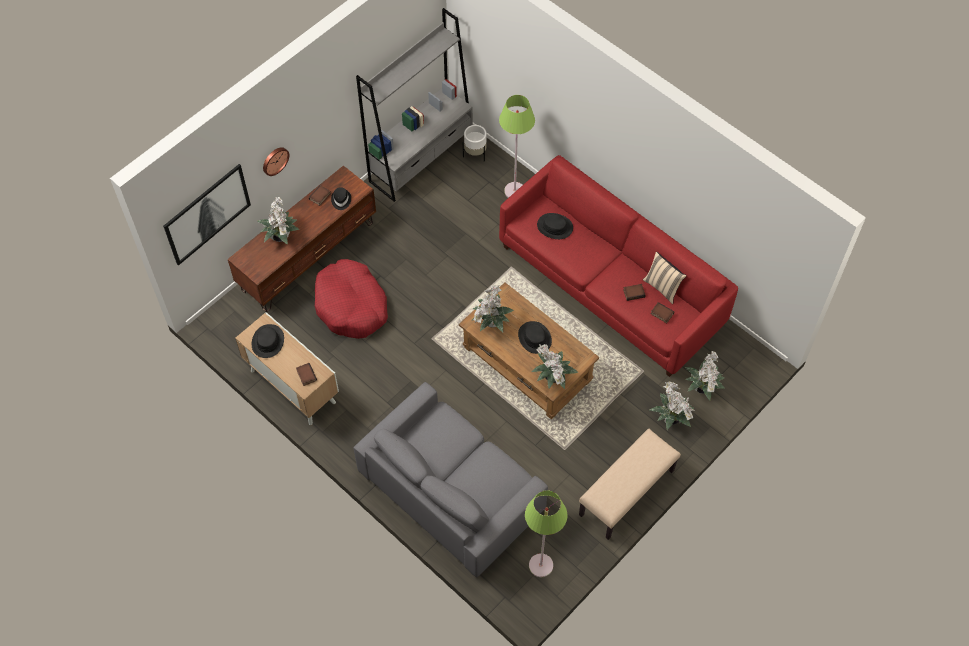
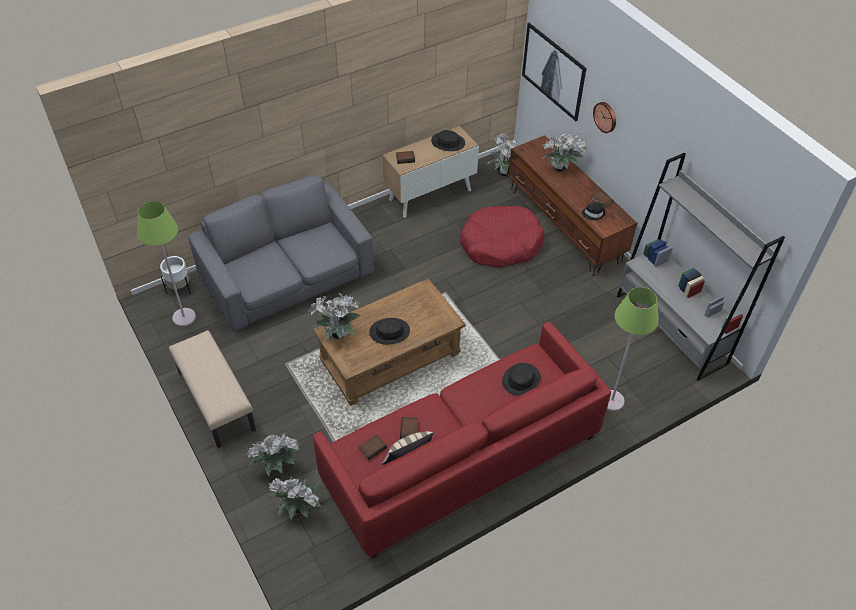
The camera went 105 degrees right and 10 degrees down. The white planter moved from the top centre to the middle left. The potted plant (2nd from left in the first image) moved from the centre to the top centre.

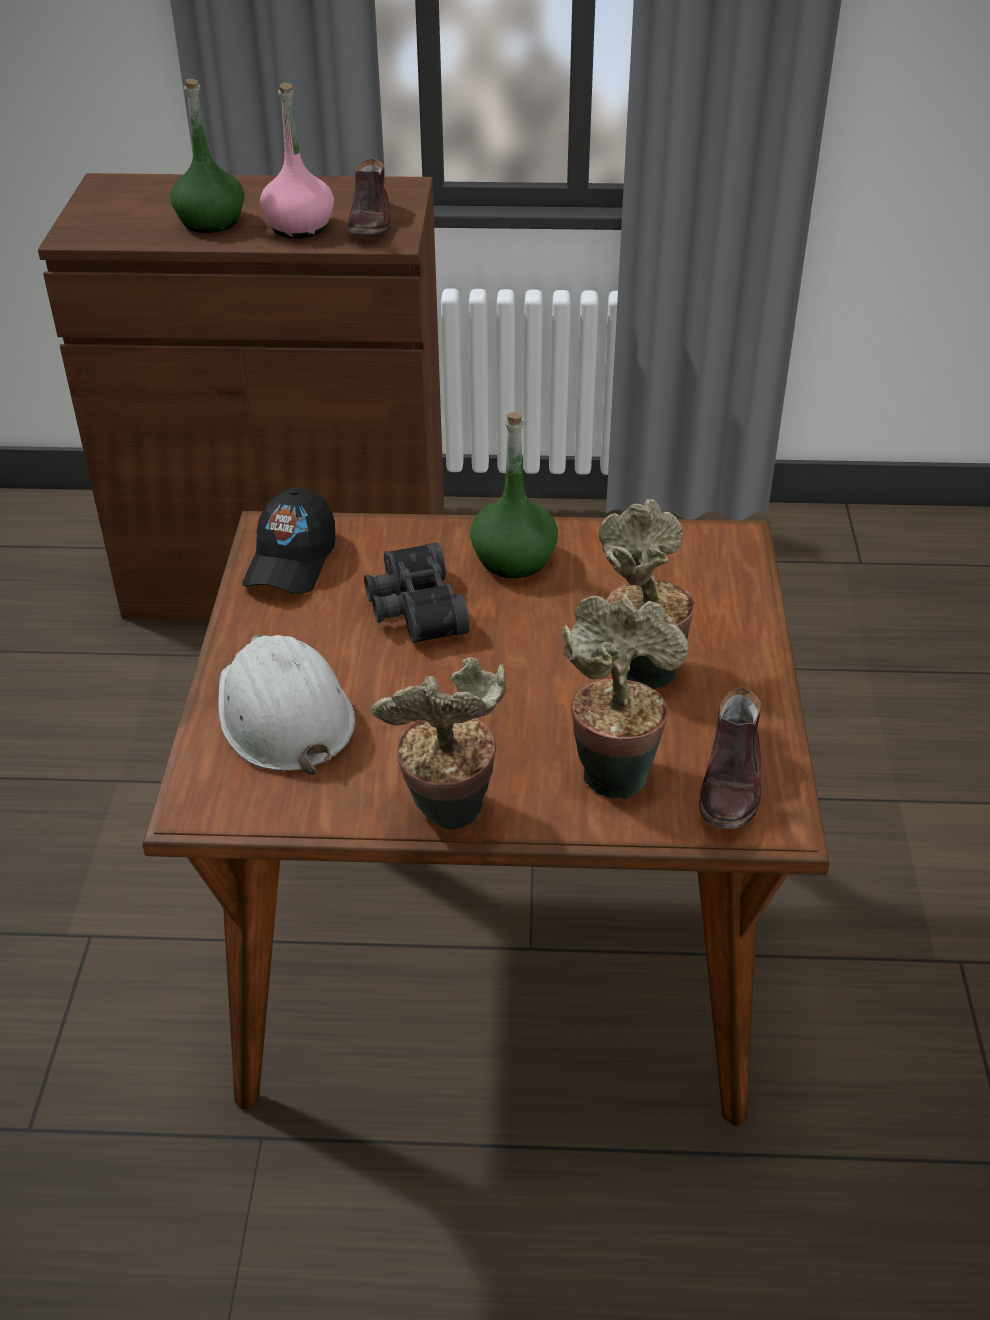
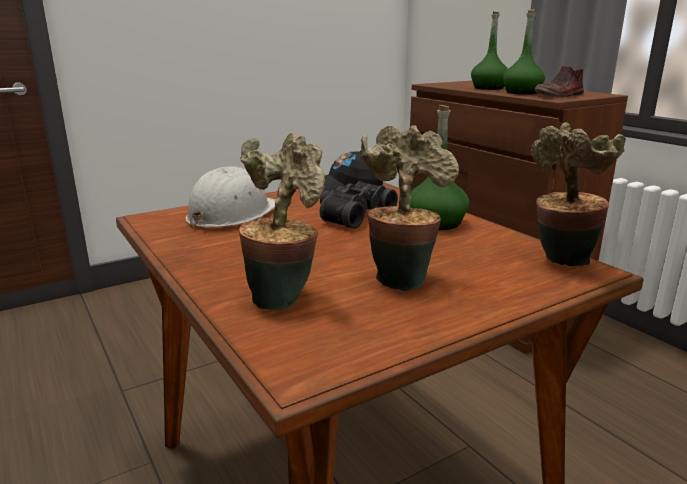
The camera went 55 degrees right and 20 degrees down. The pink bottle at the top left became the green bottle (3rd from left) at the top right. The potted plant (1st from left in the first image) moved from the centre to the middle right. The brown shoe (2nd from left) at the middle right disappeared.

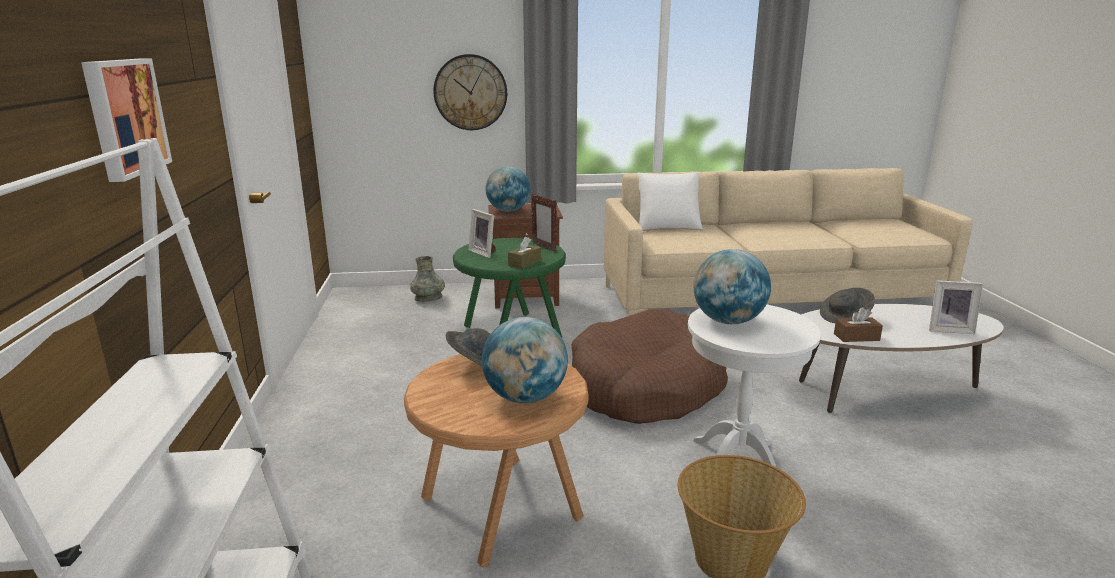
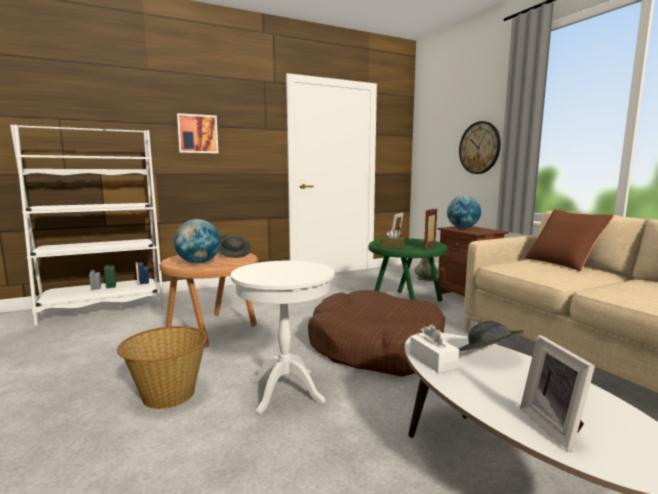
The camera went 70 degrees right and 10 degrees down. The white pillow at the centre became the brown pillow at the middle right. The globe (3rd from left) at the centre disappeared. The brown tissue box (2nd from left) at the middle right became the white tissue box at the bottom centre.

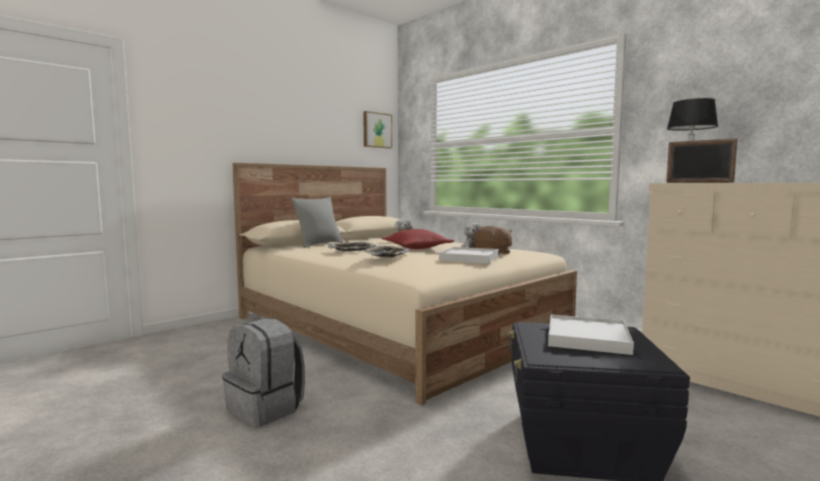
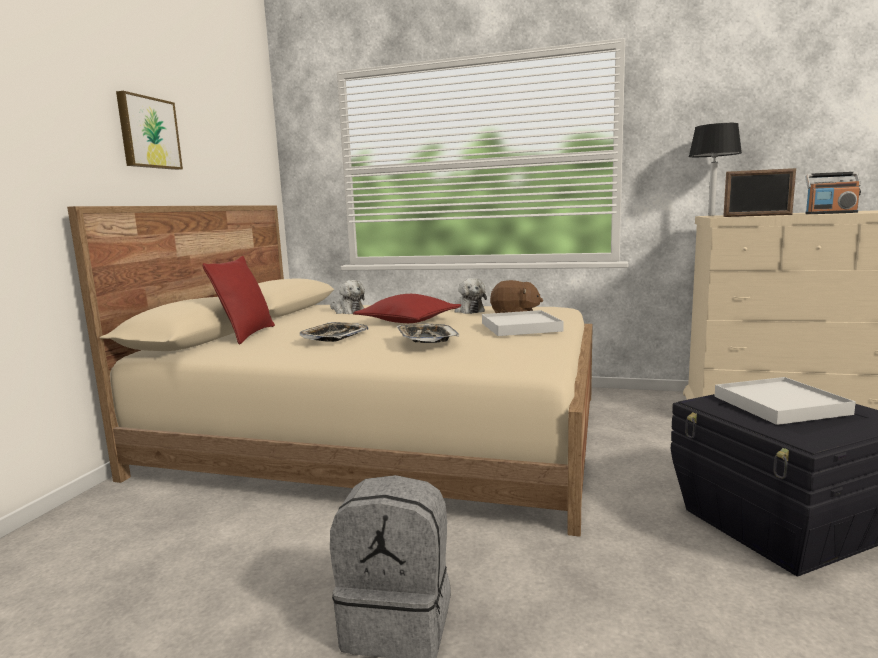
The camera went 30 degrees left and 5 degrees up. The picture moved from the top centre to the top left. The grey pillow at the centre became the red pillow (1st from left) at the middle left. The radio at the top right appeared.

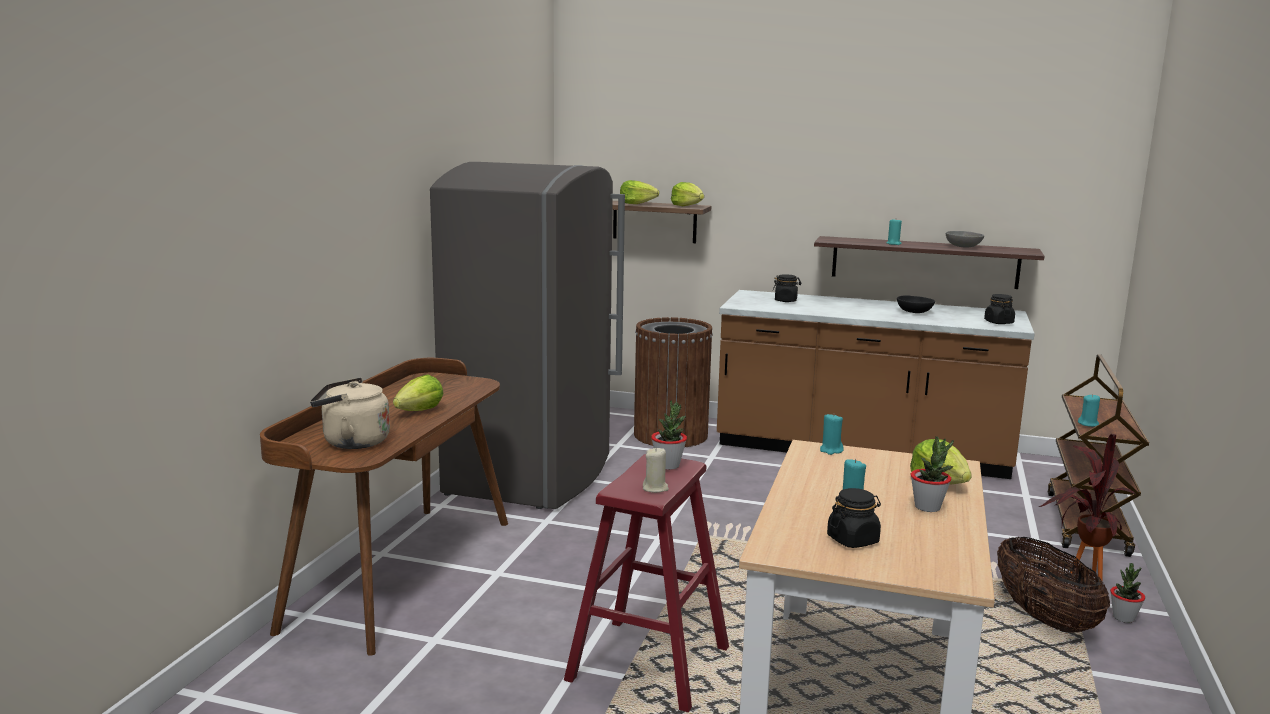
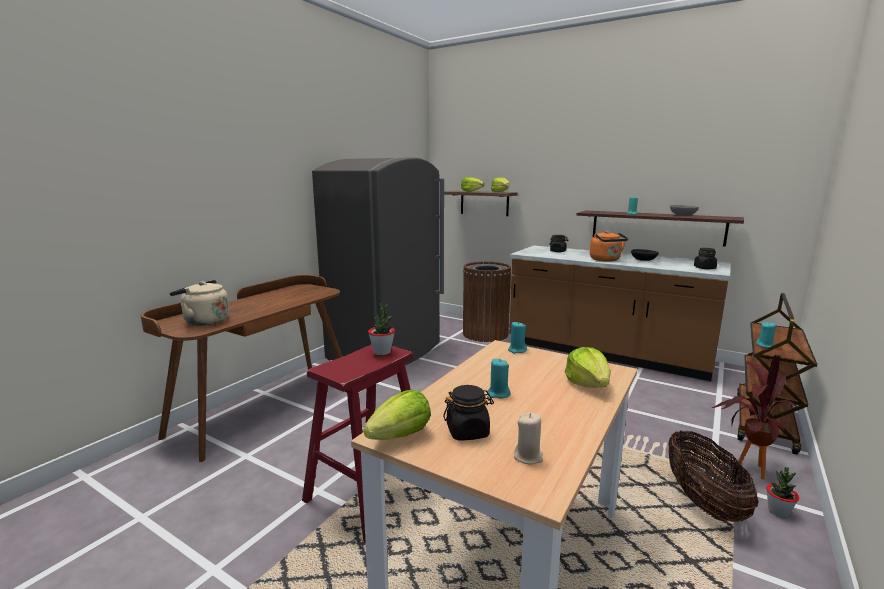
The camera went 15 degrees right and 0 degrees up. The lettuce (1st from left) moved from the middle left to the bottom centre. The potted plant (2nd from left) at the middle right disappeared. The beige candle moved from the centre to the bottom centre. The orange kettle at the middle right appeared.

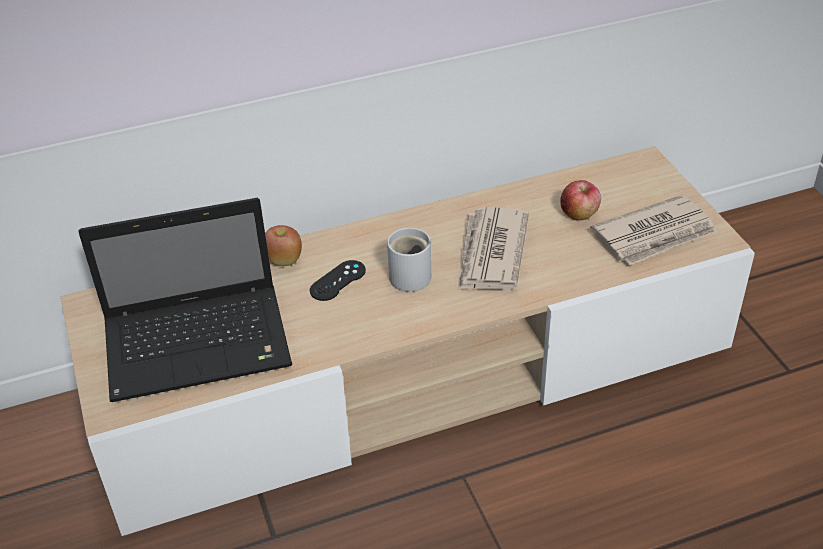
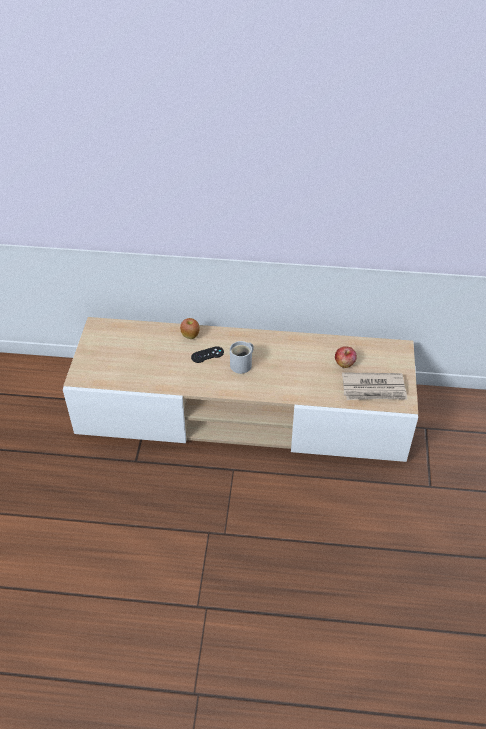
The camera went 25 degrees right and 5 degrees up. The laptop at the middle left disappeared. The newspaper (1st from left) at the centre disappeared.

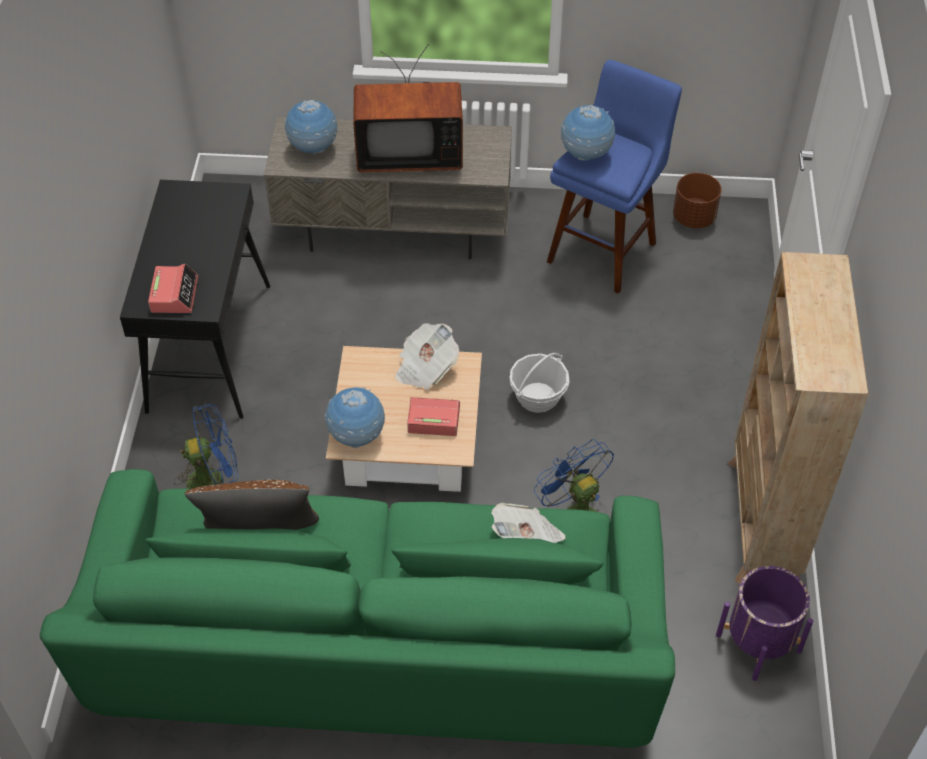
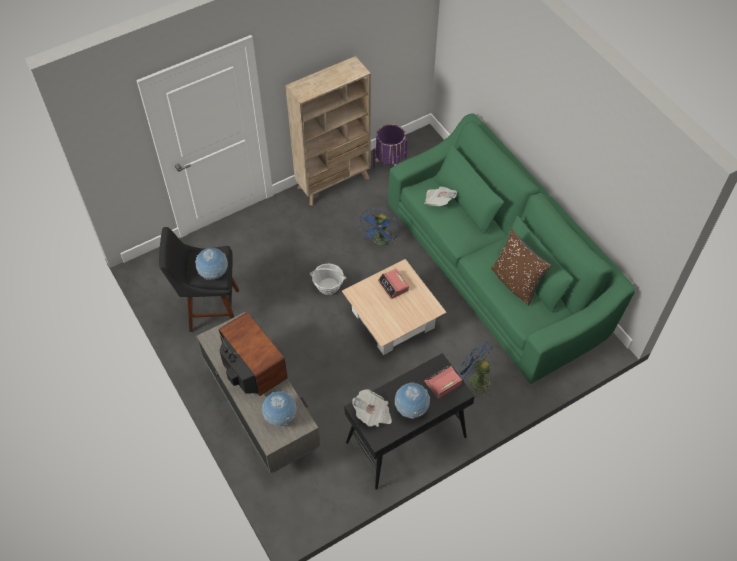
The camera went 125 degrees left and 5 degrees up. The blue stool at the top centre became the black stool at the middle left. The brown planter at the top right disappeared. The newspaper (1st from left) moved from the centre to the bottom centre. The globe (2nd from left in the first image) moved from the centre to the bottom centre.

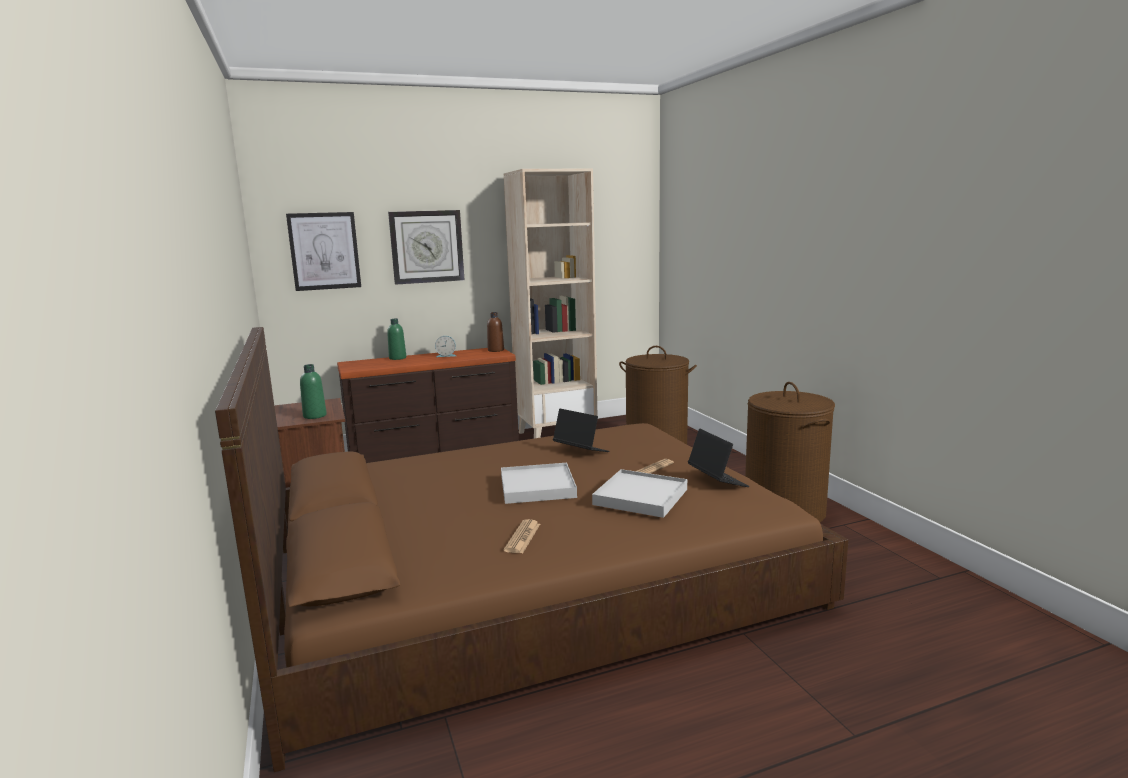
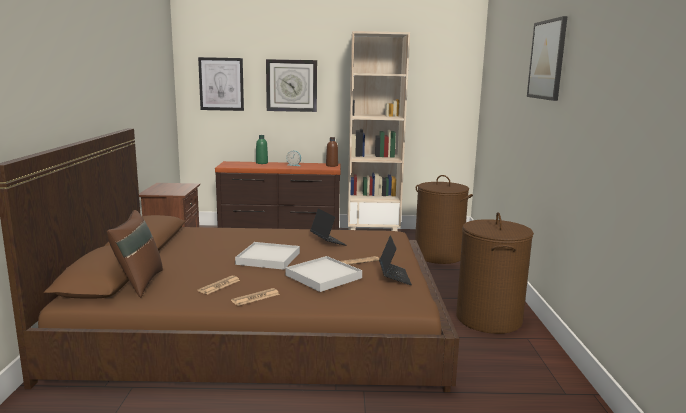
The camera went 20 degrees right and 0 degrees up. The green bottle (1st from left) at the middle left disappeared. The picture (2nd from left) at the top right appeared. The brown pillow at the middle left appeared. The newspaper (2nd from left) at the bottom centre appeared.

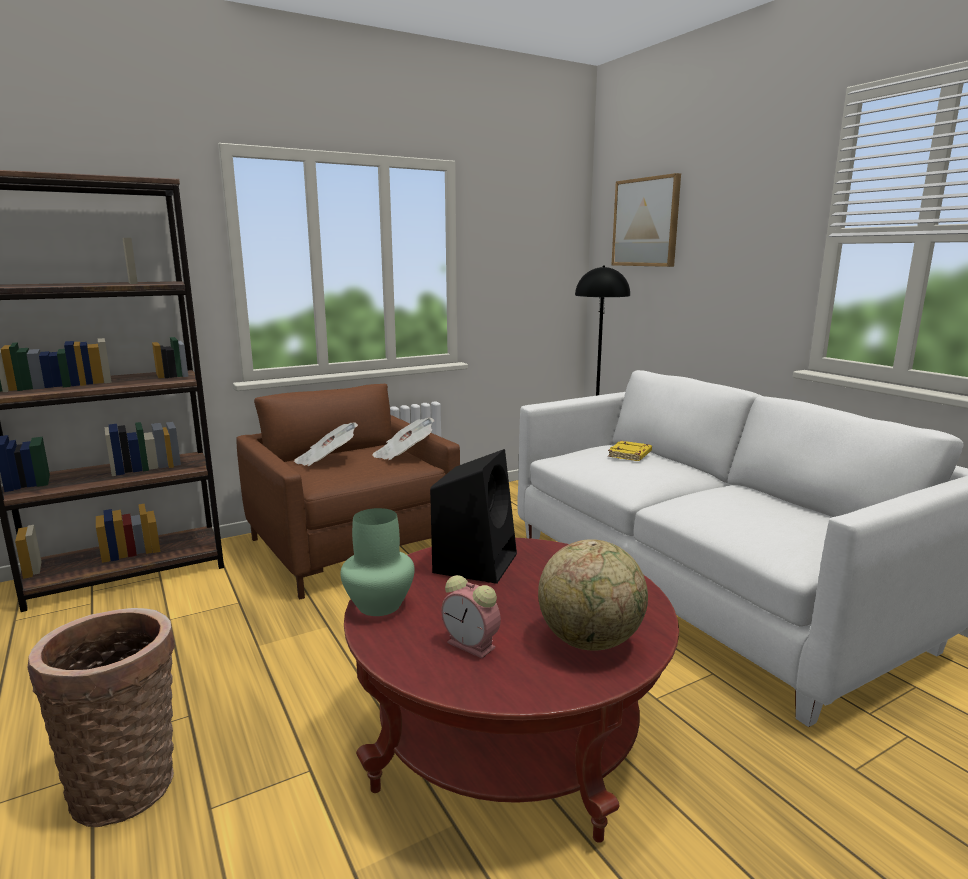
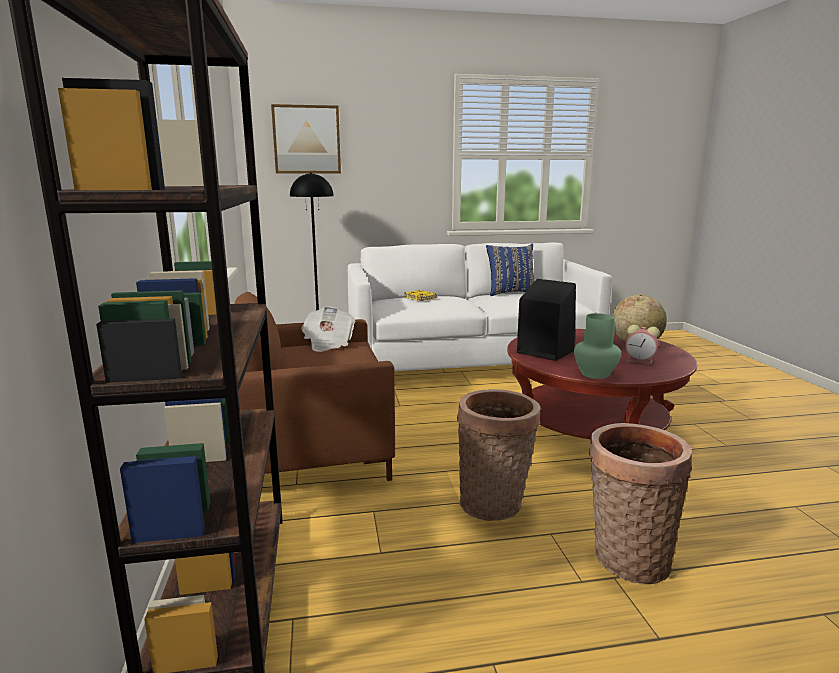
The camera went 70 degrees left and 0 degrees up. The newspaper (1st from left) at the centre disappeared. The alarm clock at the bottom centre turned 60 degrees clockwise. The blue pillow at the centre appeared. The basket (1st from left) at the bottom centre appeared.

